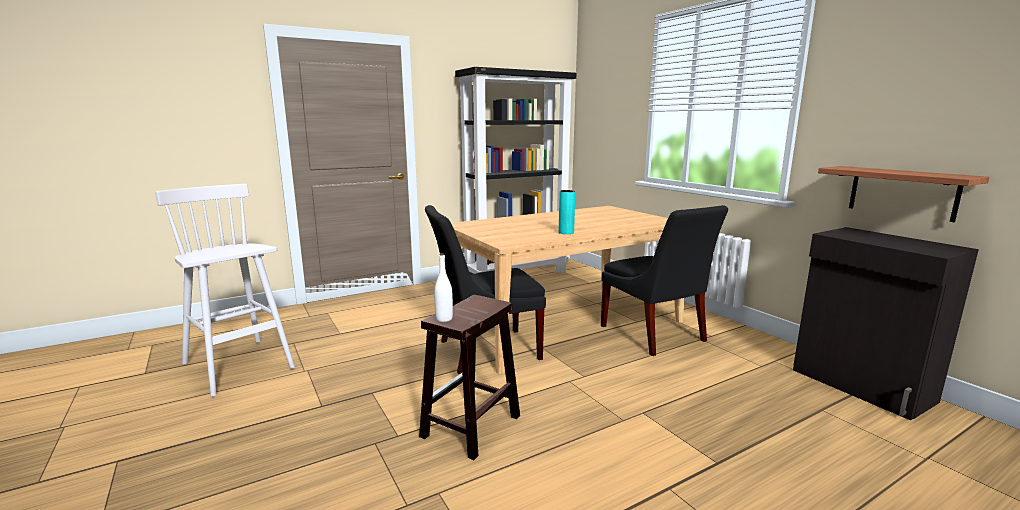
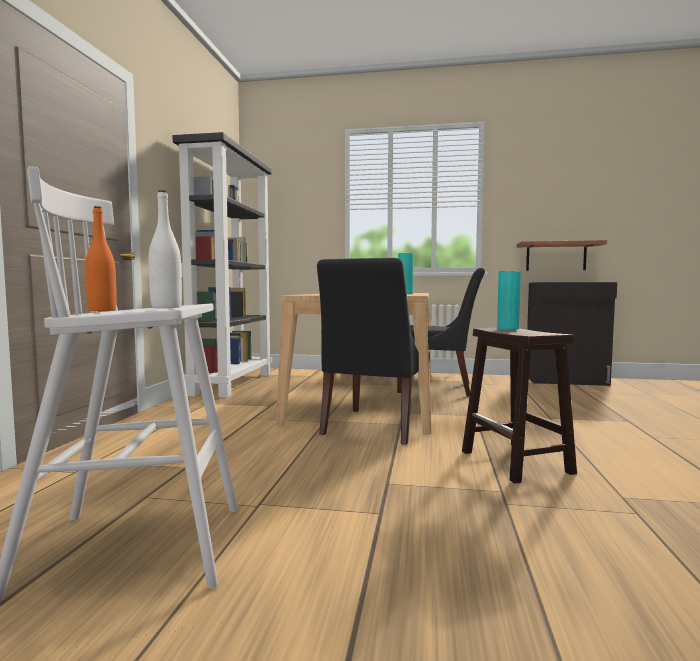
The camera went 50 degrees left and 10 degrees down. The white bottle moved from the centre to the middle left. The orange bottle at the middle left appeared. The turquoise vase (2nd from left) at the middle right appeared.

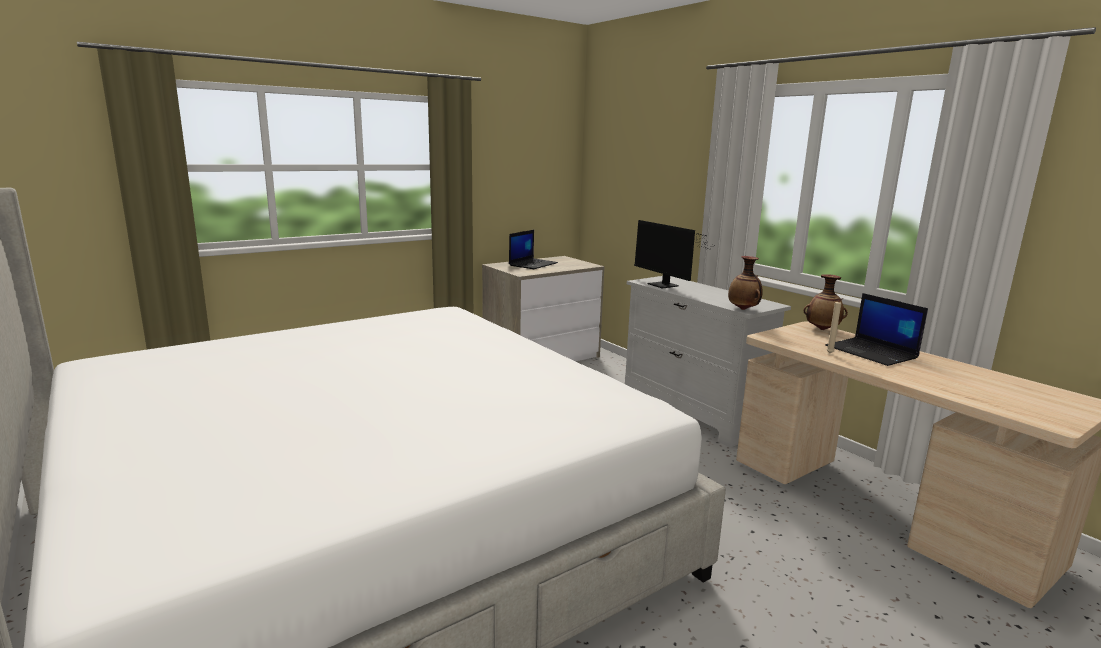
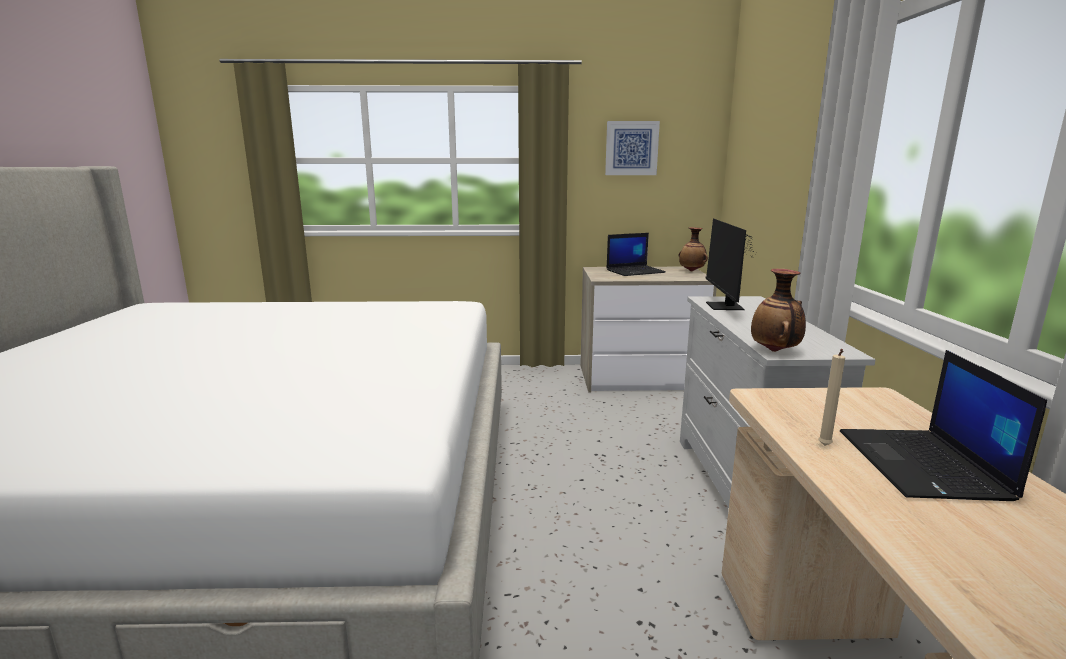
The camera went 35 degrees right and 0 degrees up. The vase (2nd from left in the first image) moved from the middle right to the centre. The picture at the top centre appeared.

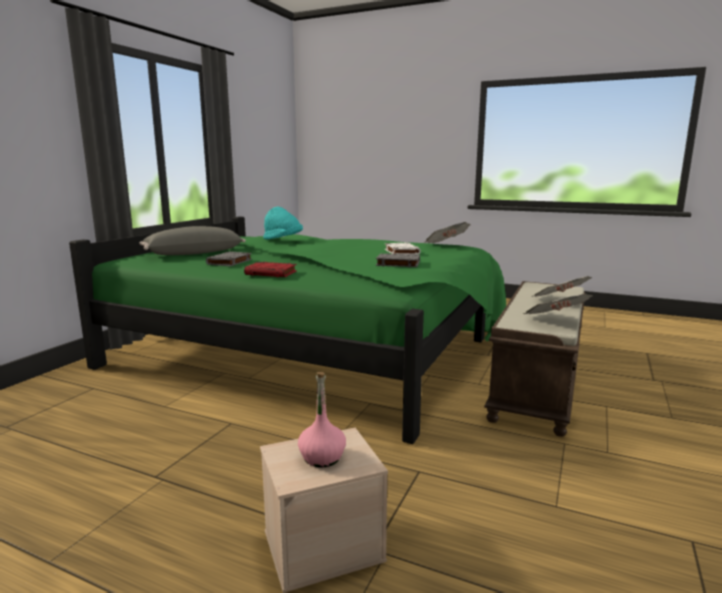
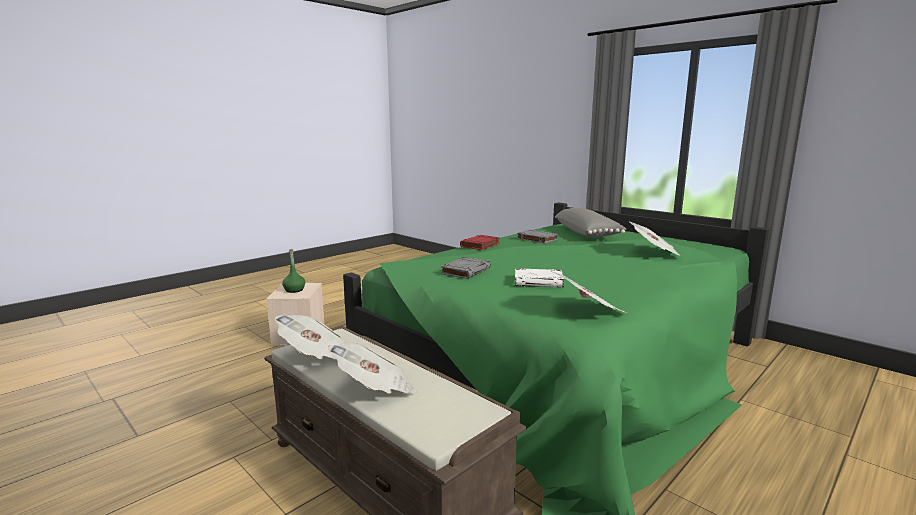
The camera went 110 degrees right and 0 degrees up. The turquoise hat at the centre was replaced by the newspaper (4th from left) at the middle right. The pink bottle at the bottom centre became the green bottle at the middle left.

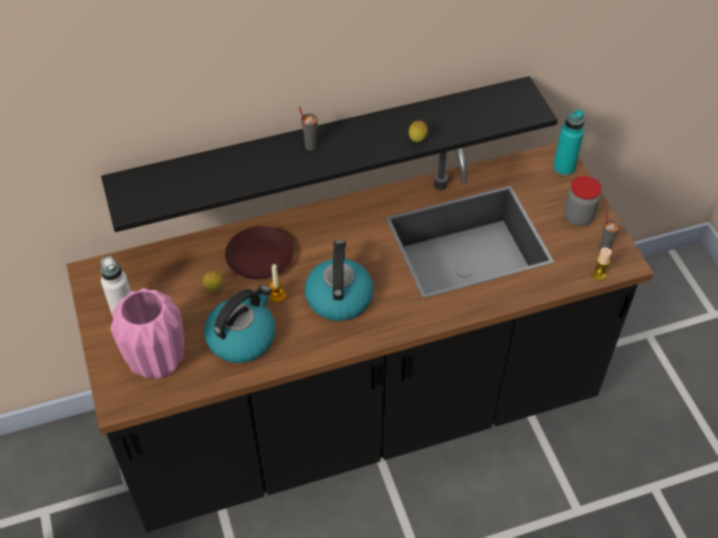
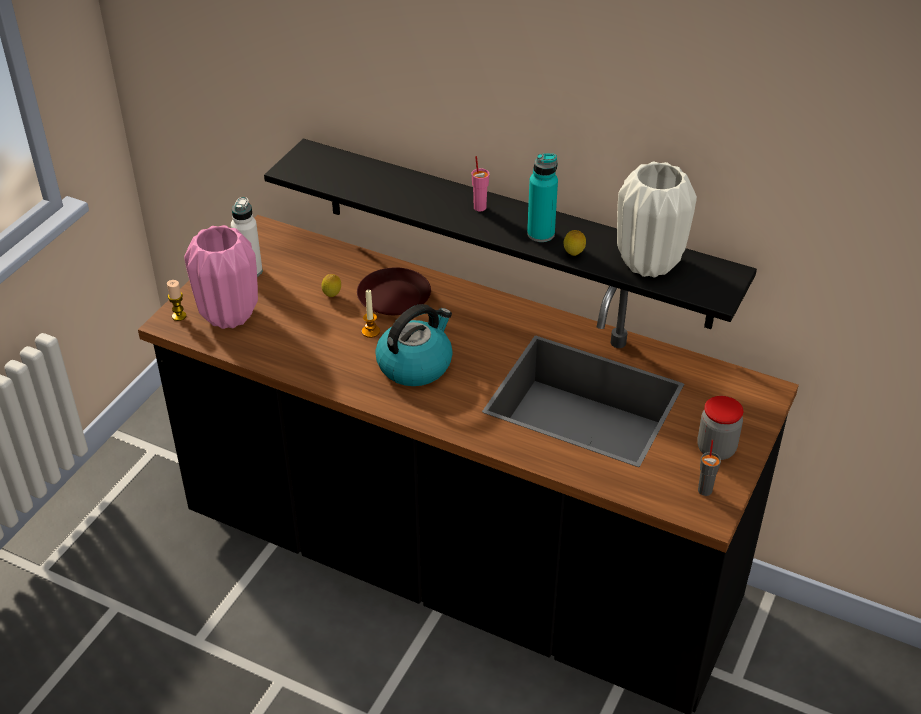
The camera went 45 degrees right and 10 degrees down. The grey cup (1st from left) at the top centre became the pink cup at the top centre. The turquoise bottle moved from the top right to the top centre. The candle (2nd from left in the first image) moved from the middle right to the middle left. The kettle (1st from left) at the centre disappeared. The white vase at the top right appeared.

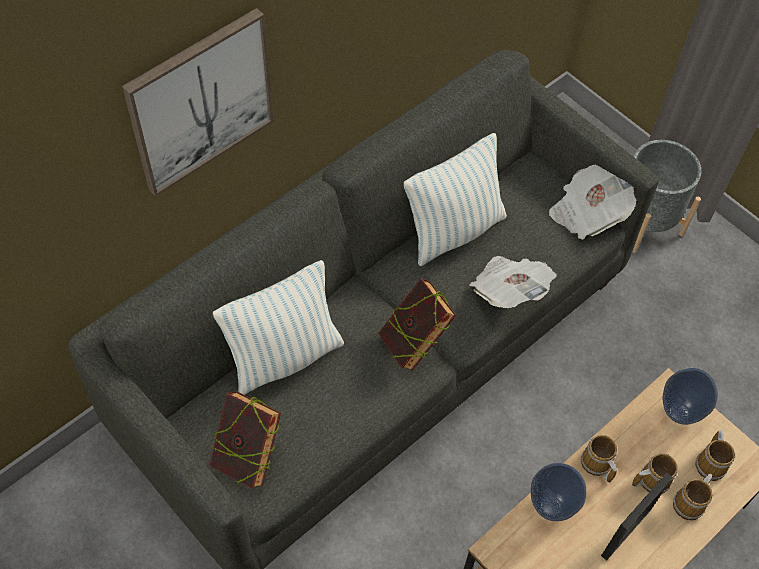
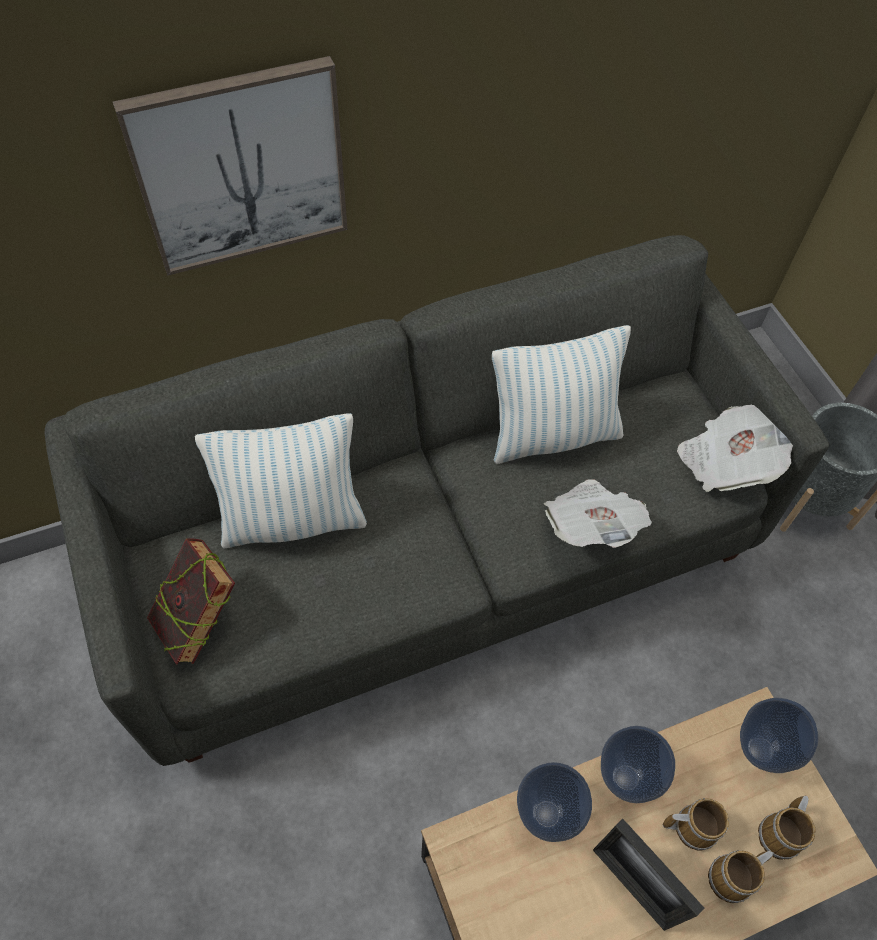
The camera went 20 degrees right and 0 degrees up. The book (2nd from left) at the centre disappeared. The mug (1st from left) at the bottom right was replaced by the vase (2nd from left) at the bottom right. The picture frame at the bottom right turned 75 degrees clockwise.

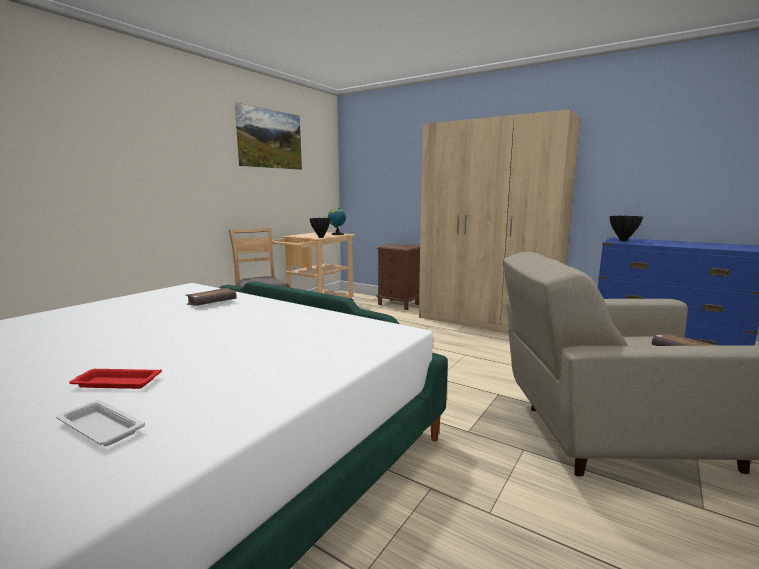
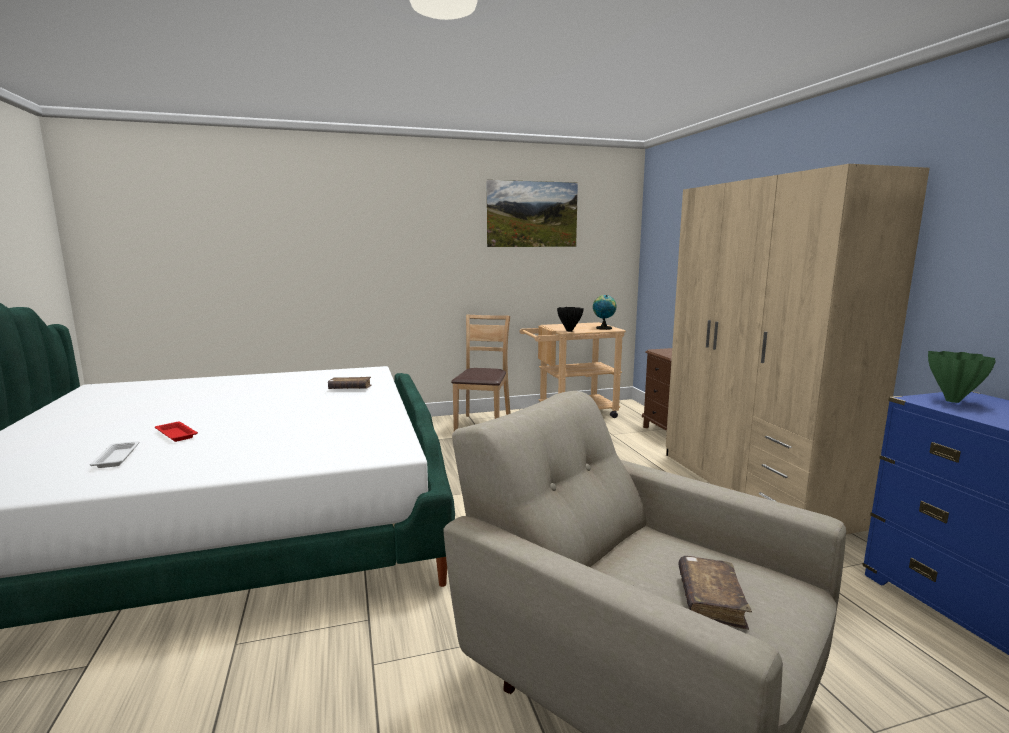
The camera went 40 degrees right and 0 degrees up. The black vase (2nd from left) at the middle right became the green vase at the middle right.

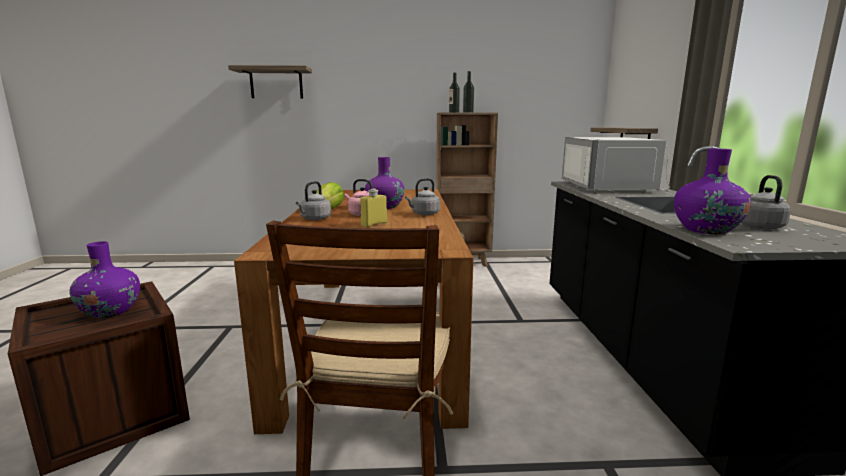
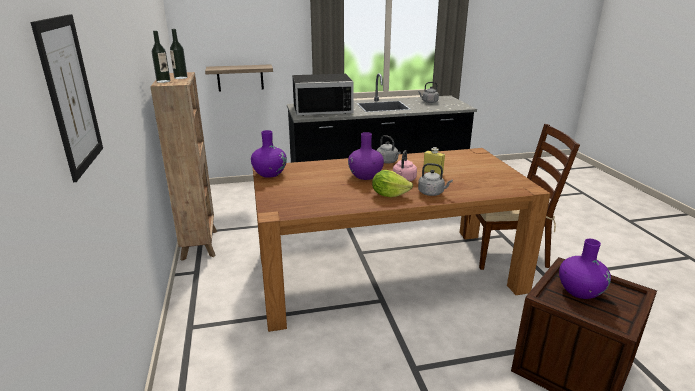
The camera went 100 degrees left and 10 degrees up. The shelf (1st from left) at the top left was replaced by the picture at the top left. The white microwave at the middle right became the black microwave at the top centre. The purple vase (3rd from left in the first image) moved from the middle right to the centre.

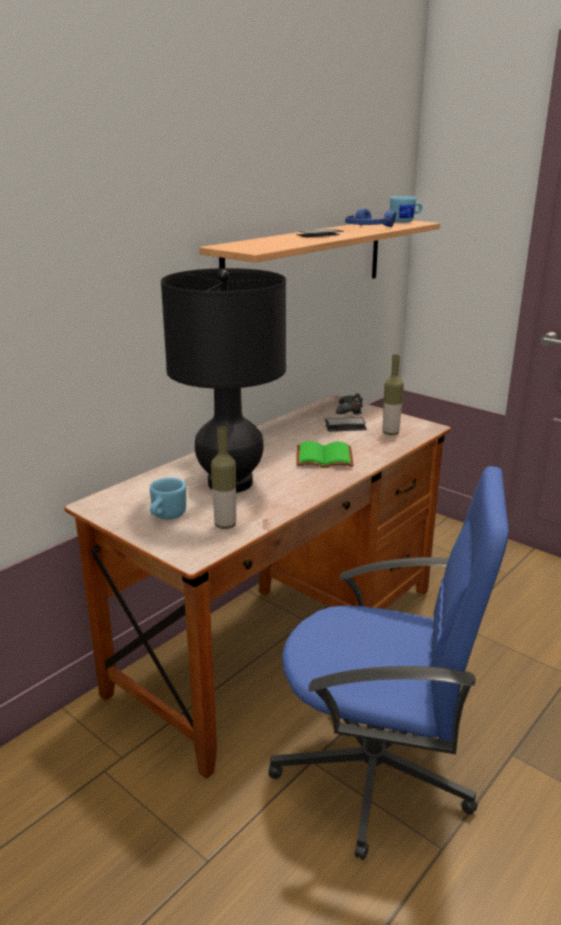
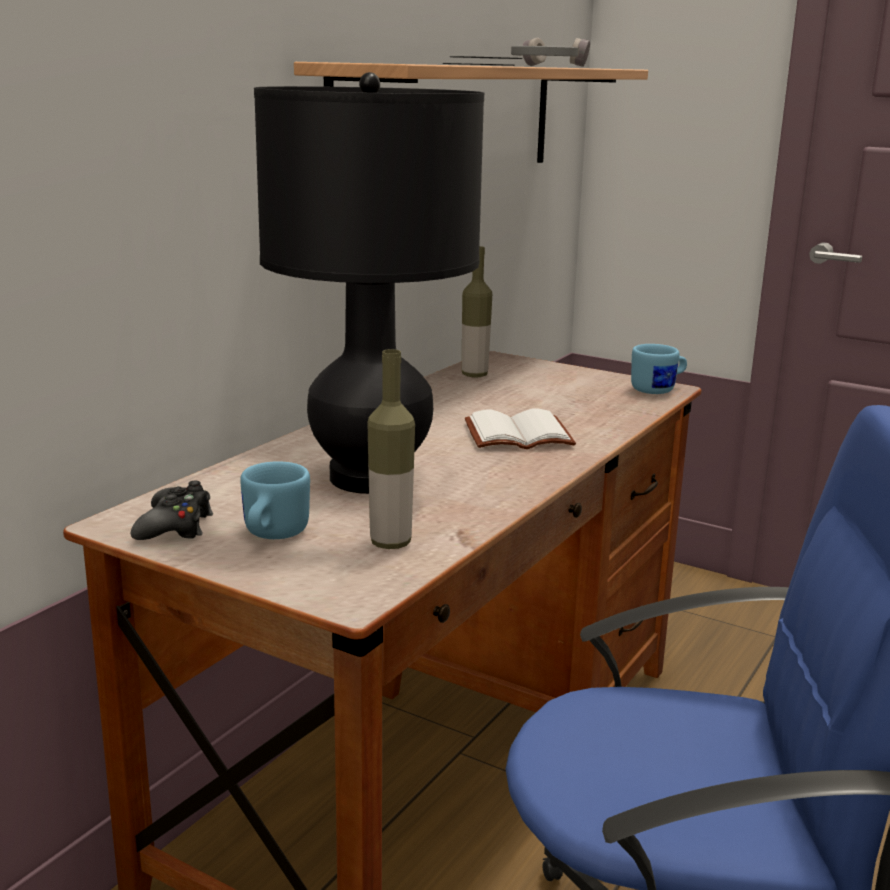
The camera went 10 degrees left and 5 degrees down. The blue mug (2nd from left) moved from the top right to the middle right. The blue headphones at the top centre became the grey headphones at the top centre. The bottle (2nd from left) moved from the middle right to the centre. The black game controller moved from the centre to the middle left. The phone (2nd from left) at the centre disappeared. The green book at the centre became the white book at the centre.

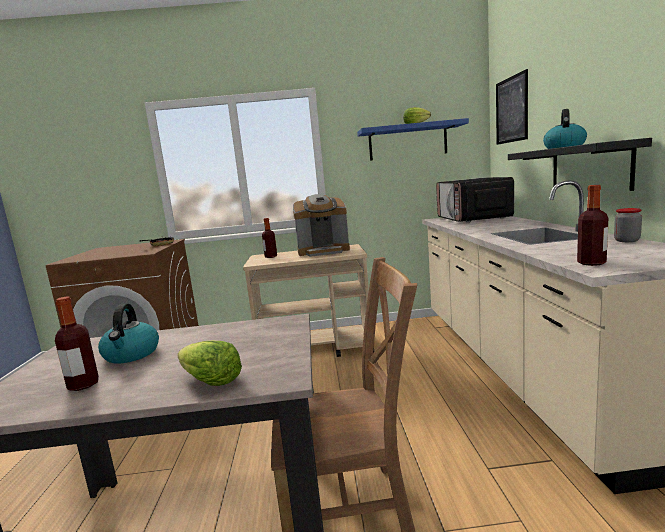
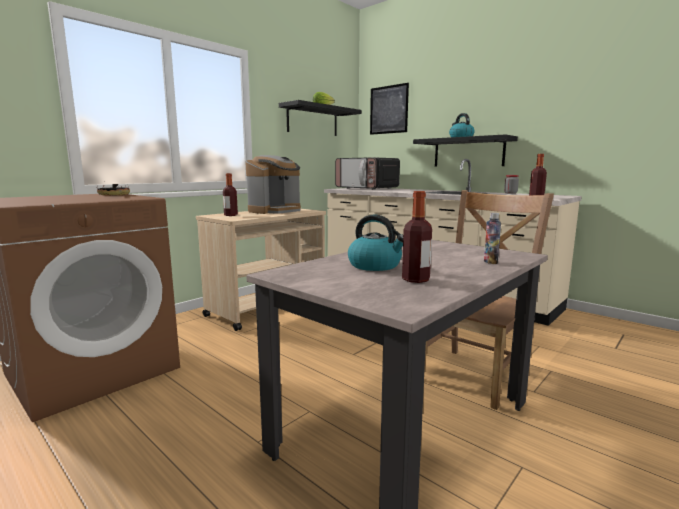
The camera went 45 degrees left and 0 degrees up. The blue shelf at the top centre became the black shelf (1st from left) at the top centre. The lettuce (1st from left) at the bottom left was replaced by the bottle (3rd from left) at the middle right.

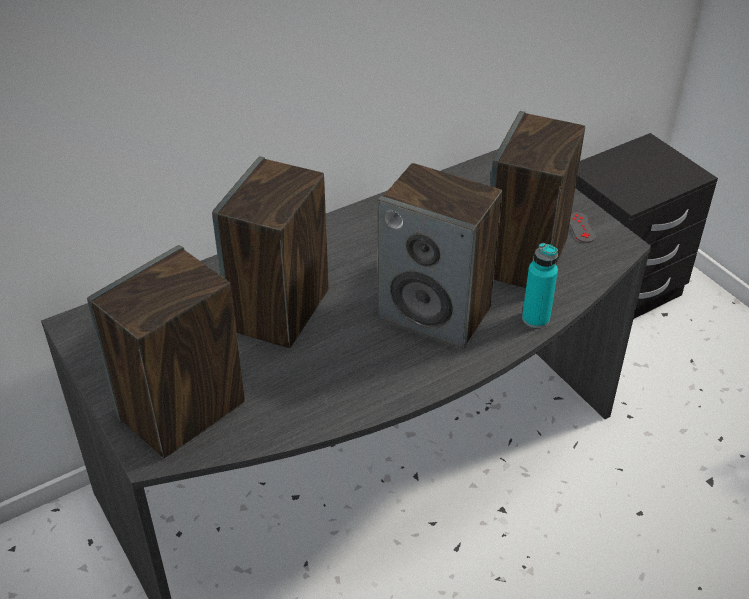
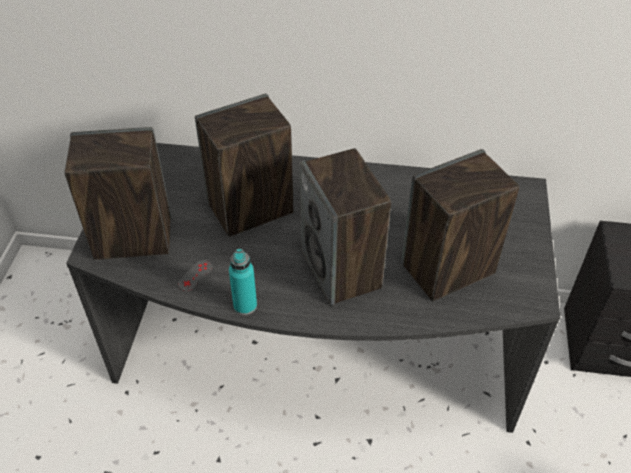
The camera went 40 degrees right and 5 degrees up. The grey game controller moved from the middle right to the middle left. The turquoise bottle moved from the middle right to the centre.

